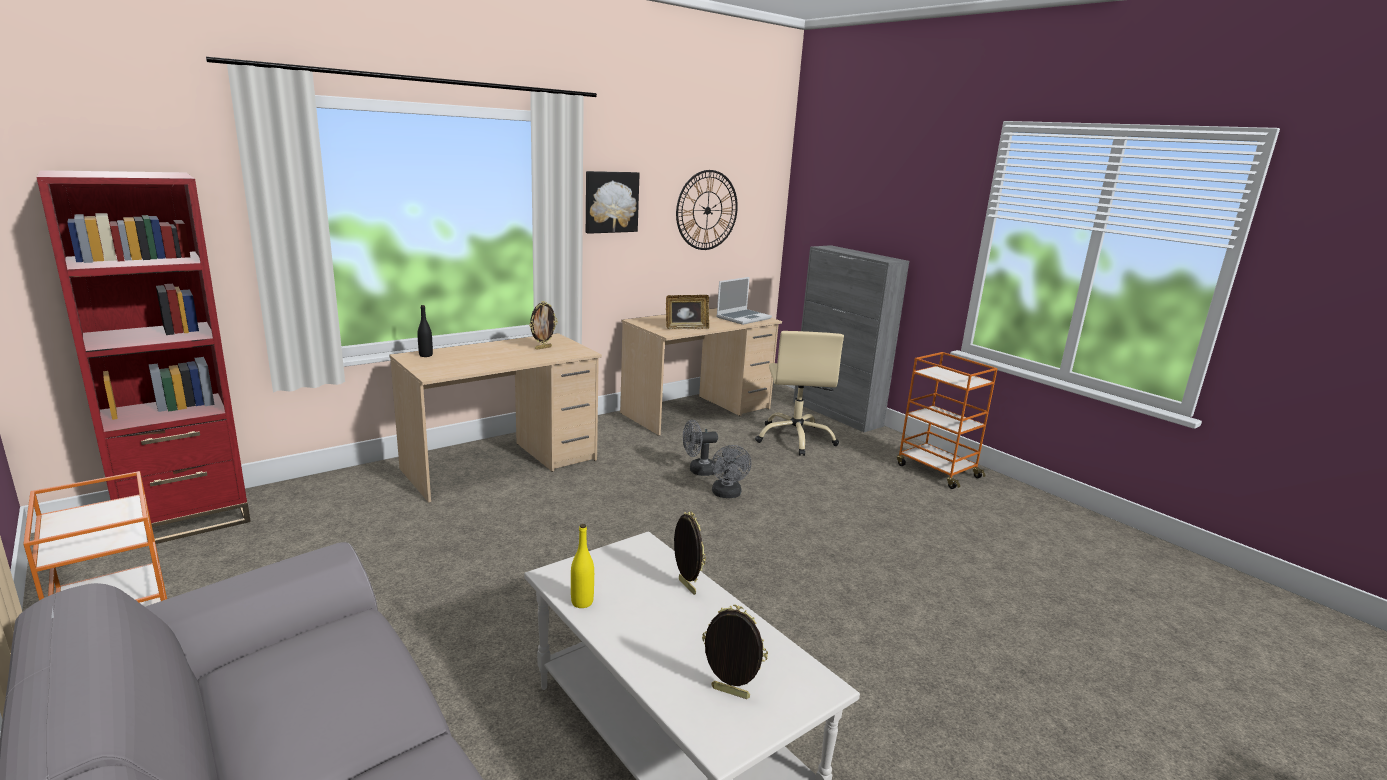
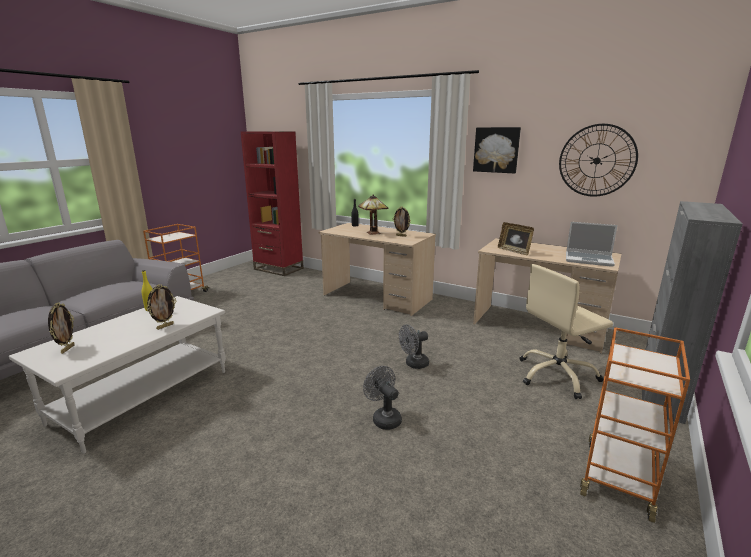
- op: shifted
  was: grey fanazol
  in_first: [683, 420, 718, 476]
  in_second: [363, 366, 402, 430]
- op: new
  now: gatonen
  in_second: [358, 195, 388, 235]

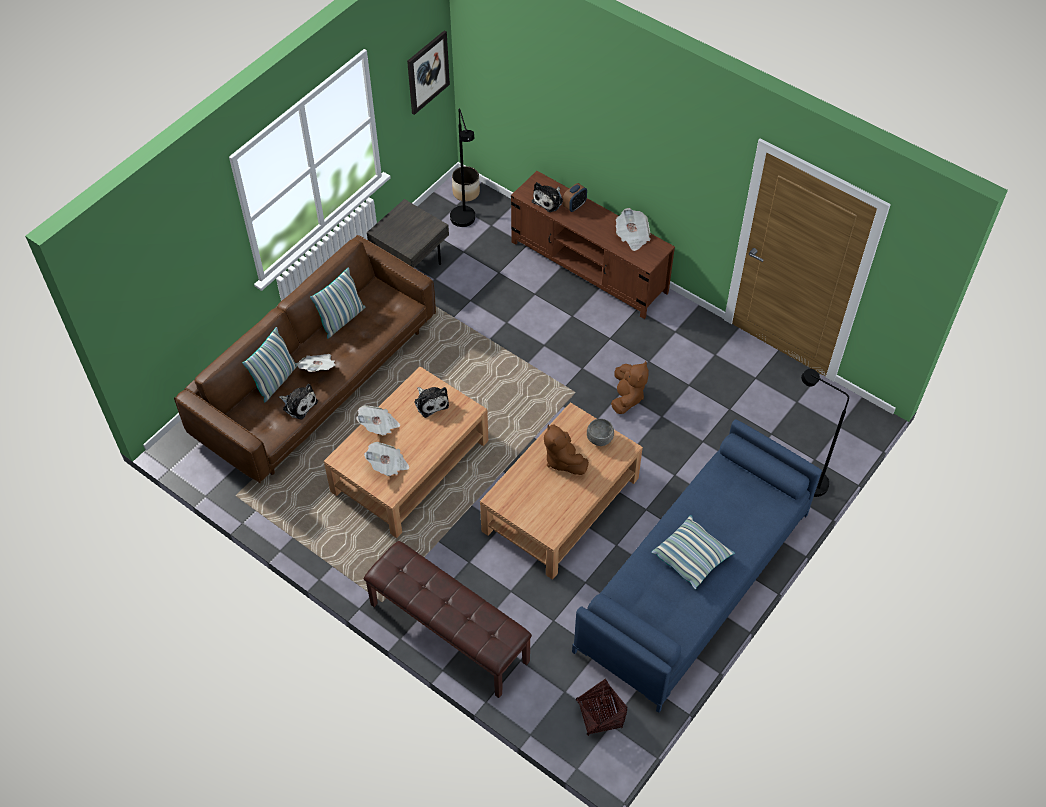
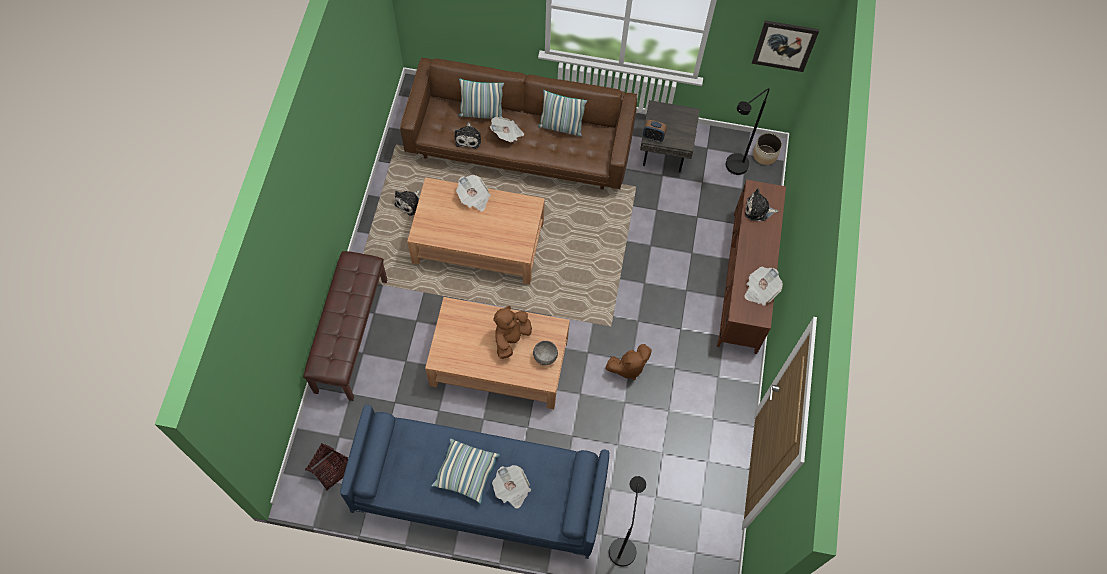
- op: shifted
  was: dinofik
  in_first: [364, 442, 409, 476]
  in_second: [492, 465, 531, 509]
- op: shifted
  was: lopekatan
  in_first: [415, 387, 449, 418]
  in_second: [395, 189, 420, 216]
- op: shifted
  was: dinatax
  in_first: [563, 183, 587, 212]
  in_second: [643, 120, 667, 142]

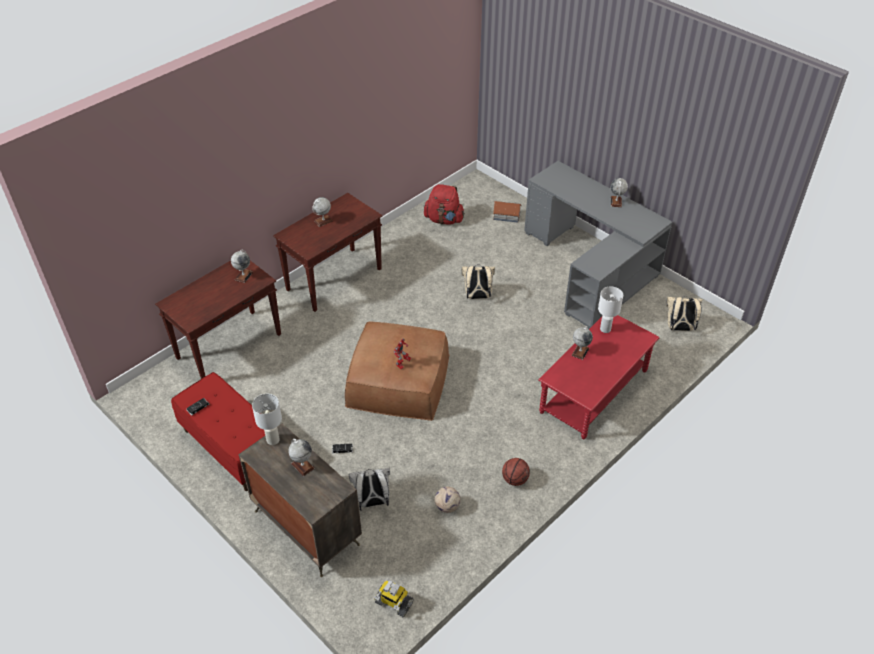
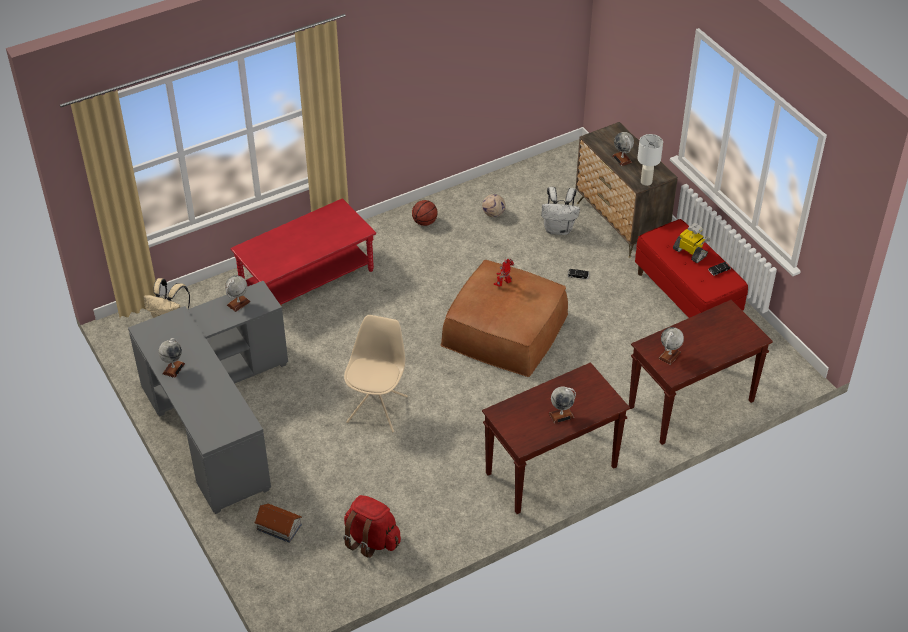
- op: shifted
  was: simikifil
  in_first: [374, 580, 414, 617]
  in_second: [673, 223, 710, 263]
- op: swapped
  was: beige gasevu
  now: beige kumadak
  in_first: [461, 264, 495, 299]
  in_second: [344, 315, 408, 432]
- op: shifted
  was: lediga
  in_first: [571, 326, 593, 360]
  in_second: [225, 275, 251, 312]
- op: gone
  was: white gatonen
  in_first: [598, 286, 623, 333]

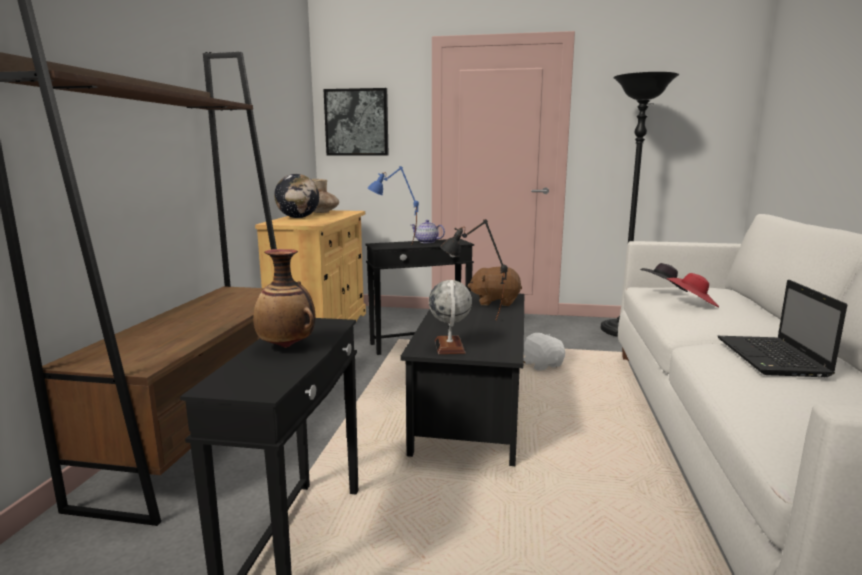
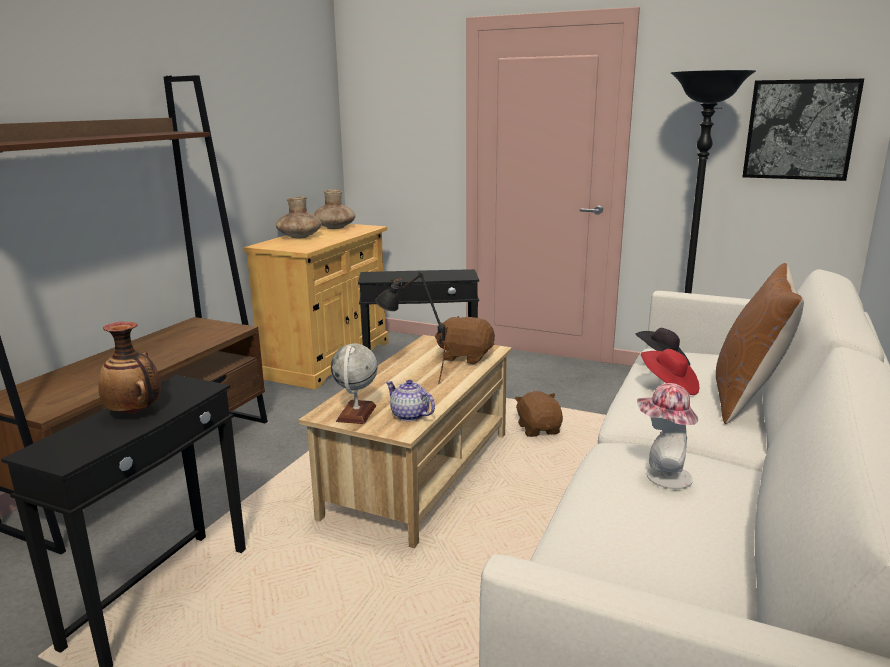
- op: swapped
  was: lediga
  now: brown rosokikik
  in_first: [274, 174, 319, 218]
  in_second: [276, 197, 321, 238]
- op: shifted
  was: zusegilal
  in_first: [323, 88, 389, 156]
  in_second: [742, 79, 864, 181]
- op: gone
  was: blue gatonen
  in_first: [368, 166, 419, 245]
- op: repainted
  was: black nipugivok
  now: beige nipugivok
  in_first: [400, 291, 524, 466]
  in_second: [299, 335, 512, 548]
- op: shifted
  was: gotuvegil
  in_first: [411, 220, 445, 243]
  in_second: [386, 380, 435, 421]
- op: repainted
  was: white lopekatan
  now: brown lopekatan
  in_first: [523, 333, 565, 371]
  in_second: [514, 391, 563, 437]
- op: swapped
  was: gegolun
  now: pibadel
  in_first: [717, 280, 847, 377]
  in_second: [637, 383, 698, 489]
- op: new
  now: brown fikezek
  in_second: [716, 263, 804, 424]

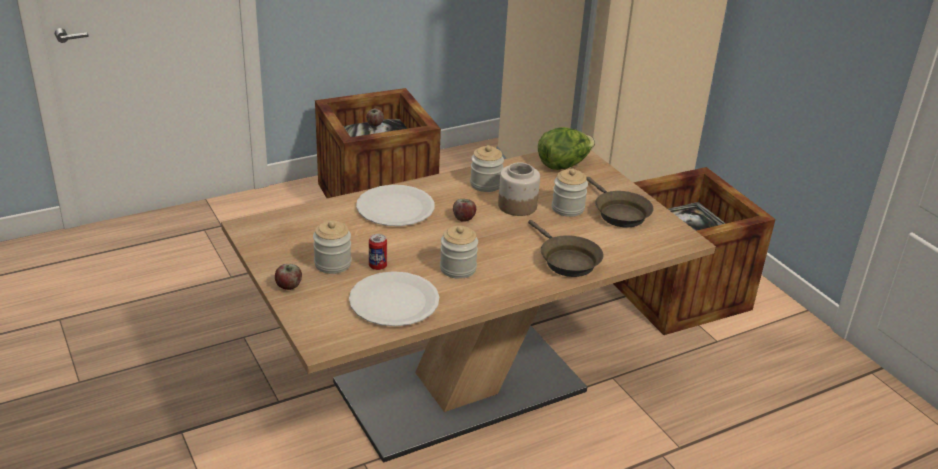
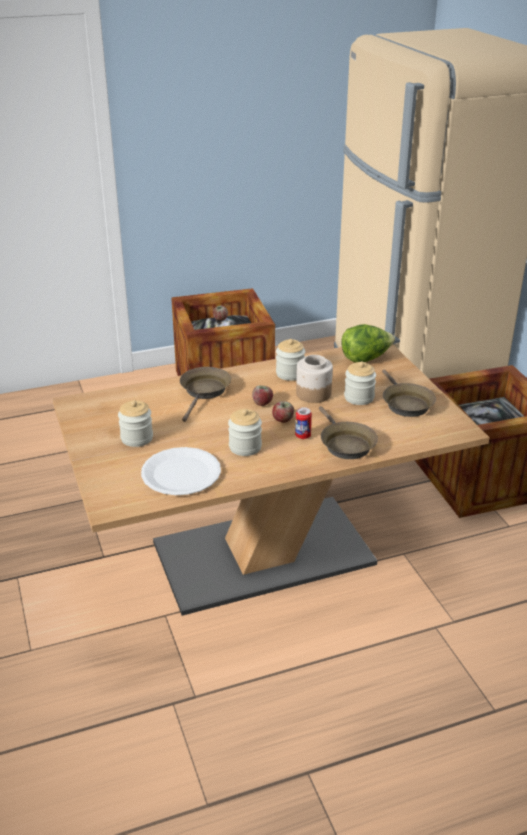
- op: shifted
  was: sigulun
  in_first: [275, 264, 302, 290]
  in_second: [272, 401, 294, 423]
- op: swapped
  was: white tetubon
  now: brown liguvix
  in_first: [356, 185, 434, 226]
  in_second: [180, 367, 231, 422]
- op: shifted
  was: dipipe
  in_first: [369, 234, 387, 270]
  in_second: [295, 407, 312, 439]

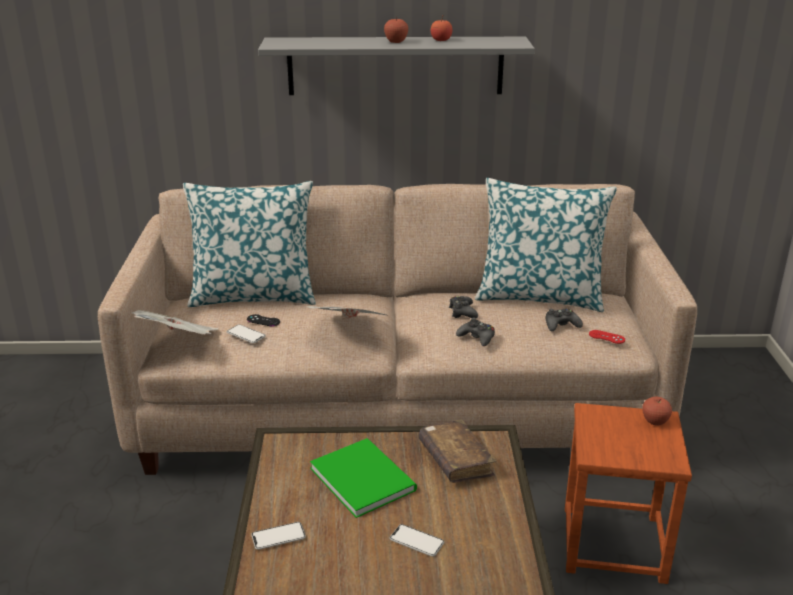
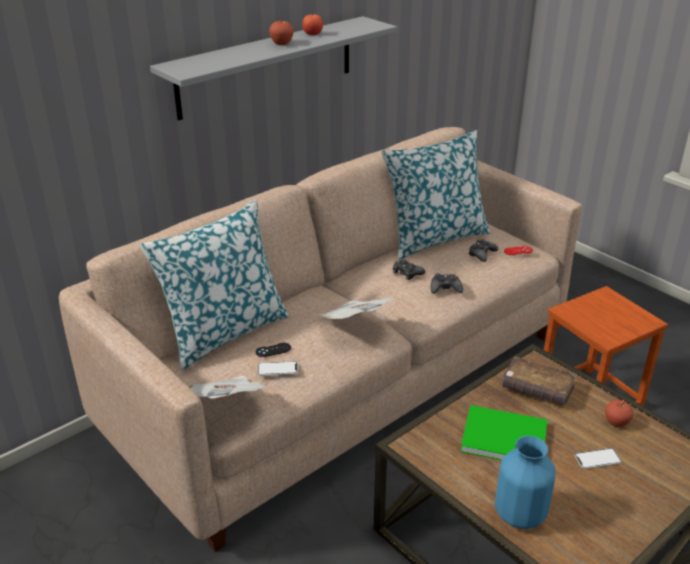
- op: swapped
  was: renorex
  now: blue rosokikik
  in_first: [251, 522, 306, 550]
  in_second: [495, 435, 556, 529]
- op: shifted
  was: sigulun
  in_first: [642, 397, 672, 426]
  in_second: [605, 400, 633, 427]

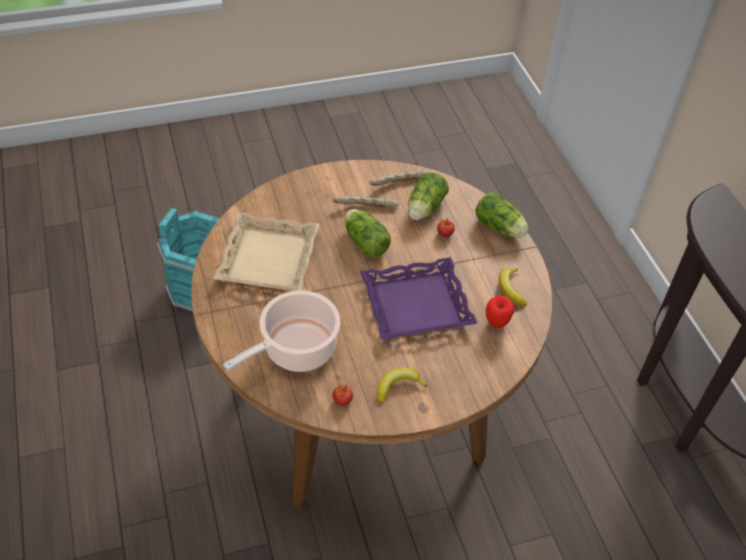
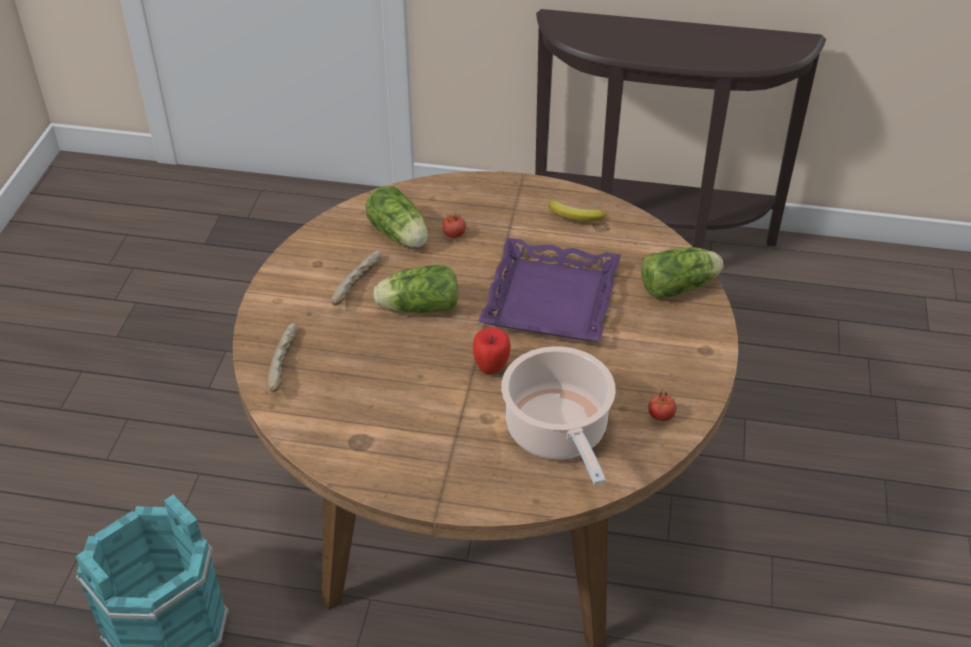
- op: gone
  was: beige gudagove
  in_first: [213, 212, 320, 291]
- op: shifted
  was: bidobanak
  in_first: [371, 170, 429, 186]
  in_second: [268, 323, 298, 392]
- op: gone
  was: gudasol
  in_first: [377, 367, 428, 404]
- op: shifted
  was: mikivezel
  in_first: [475, 192, 529, 238]
  in_second: [641, 247, 723, 298]
- op: shifted
  was: sigulun
  in_first: [486, 296, 514, 328]
  in_second: [473, 327, 511, 374]

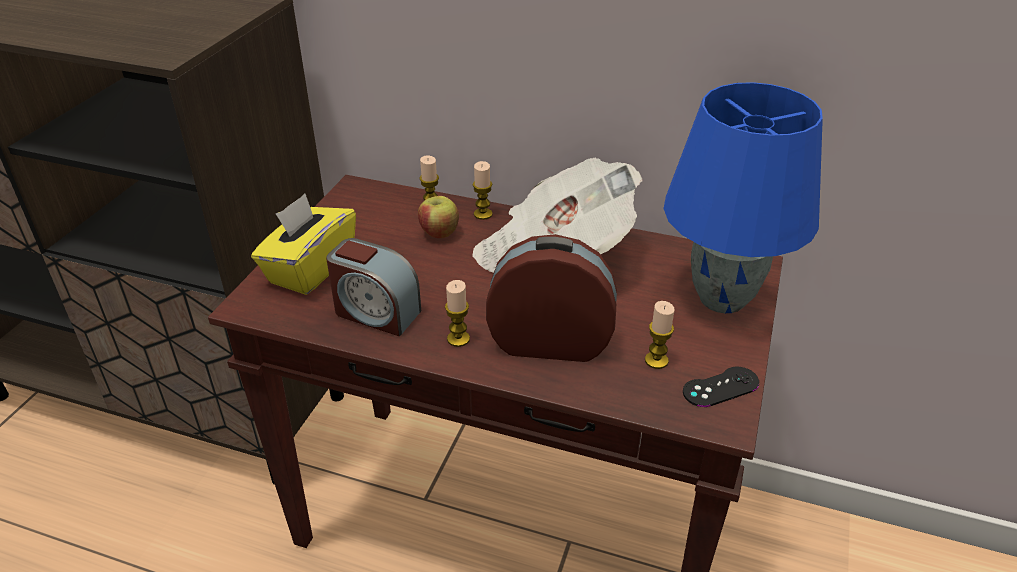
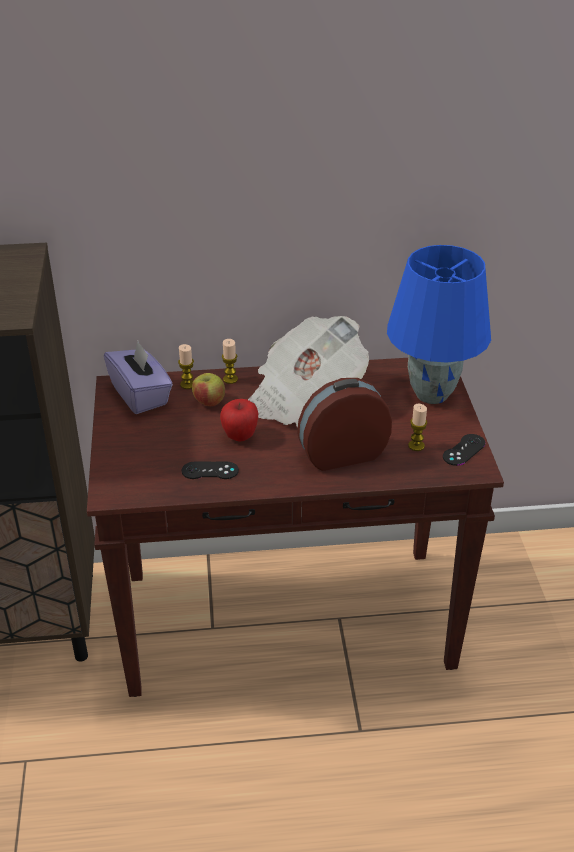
- op: gone
  was: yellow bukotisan
  in_first: [251, 194, 356, 295]
- op: swapped
  was: dinatax
  now: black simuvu
  in_first: [326, 238, 421, 336]
  in_second: [182, 462, 239, 479]
- op: gone
  was: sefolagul
  in_first: [445, 280, 470, 347]
- op: new
  now: purple bukotisan
  in_second: [104, 341, 173, 414]
- op: new
  now: sigulun
  in_second: [220, 399, 258, 441]

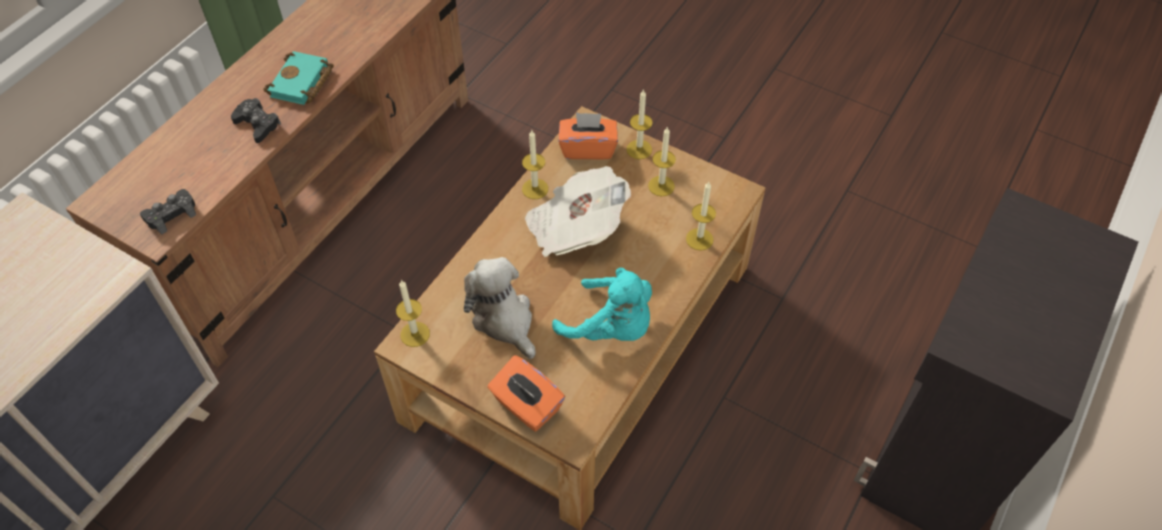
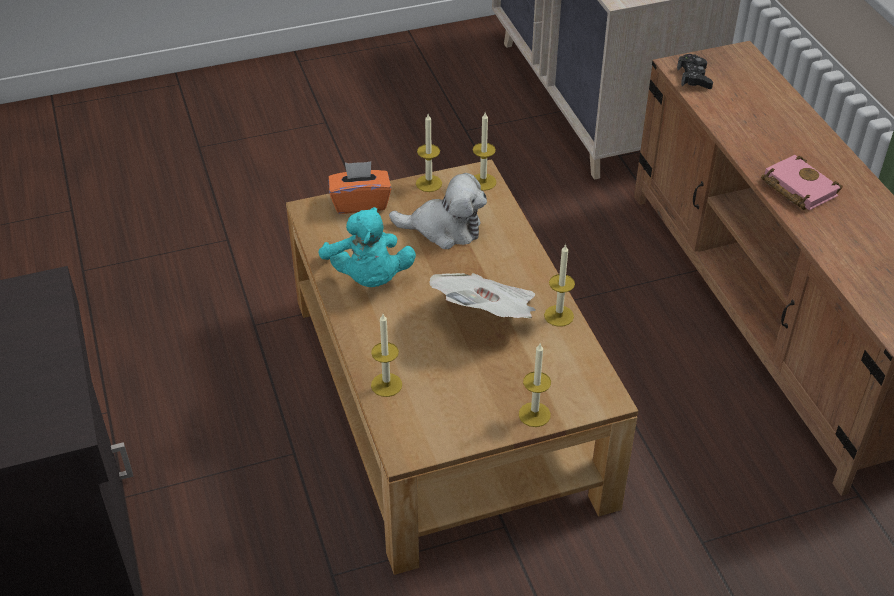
- op: gone
  was: black simuvu
  in_first: [231, 98, 281, 143]
- op: repainted
  was: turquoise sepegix
  now: pink sepegix
  in_first: [263, 51, 334, 105]
  in_second: [761, 155, 843, 210]
- op: rotated
  was: turquoise lopekatan
  in_first: [552, 268, 652, 341]
  in_second: [318, 207, 416, 287]
  clockwise: -90
- op: gone
  was: orange bukotisan
  in_first: [558, 112, 618, 160]
- op: shifted
  was: sefolagul
  in_first: [648, 127, 676, 197]
  in_second: [416, 114, 442, 192]

